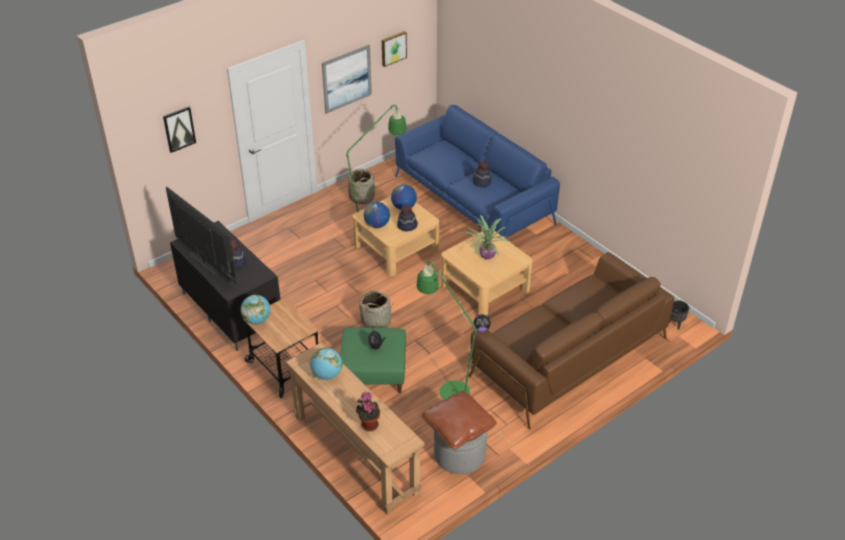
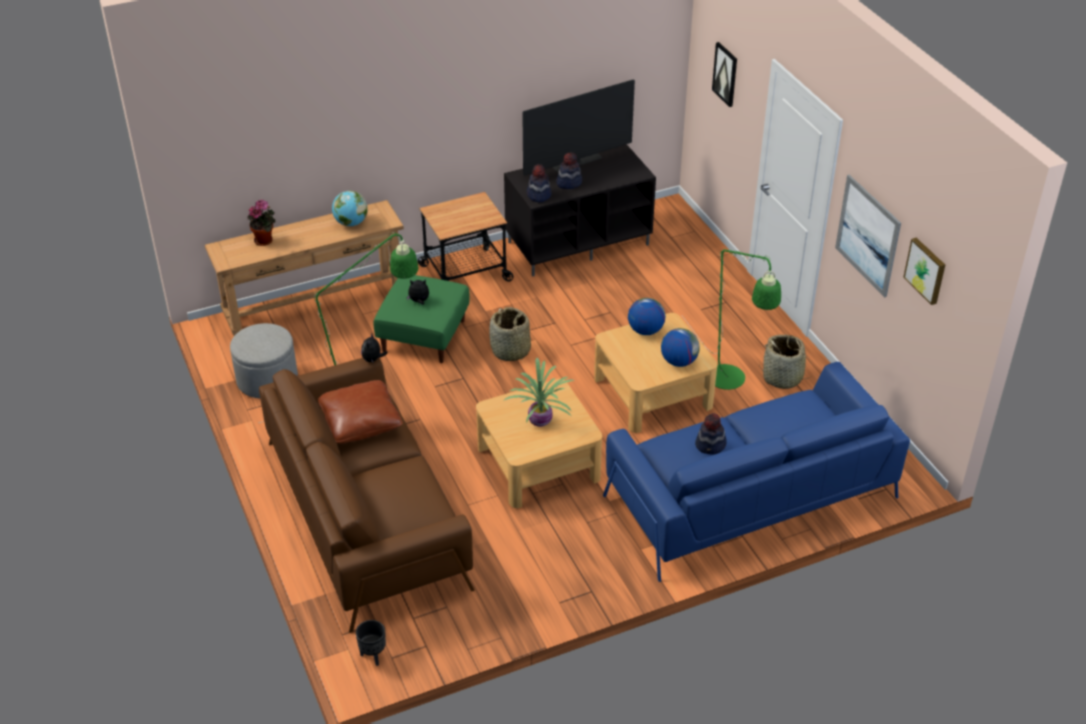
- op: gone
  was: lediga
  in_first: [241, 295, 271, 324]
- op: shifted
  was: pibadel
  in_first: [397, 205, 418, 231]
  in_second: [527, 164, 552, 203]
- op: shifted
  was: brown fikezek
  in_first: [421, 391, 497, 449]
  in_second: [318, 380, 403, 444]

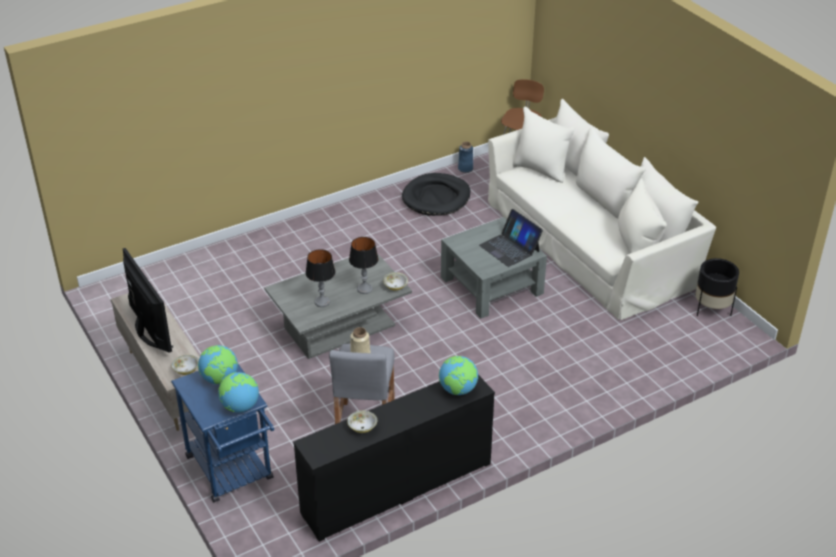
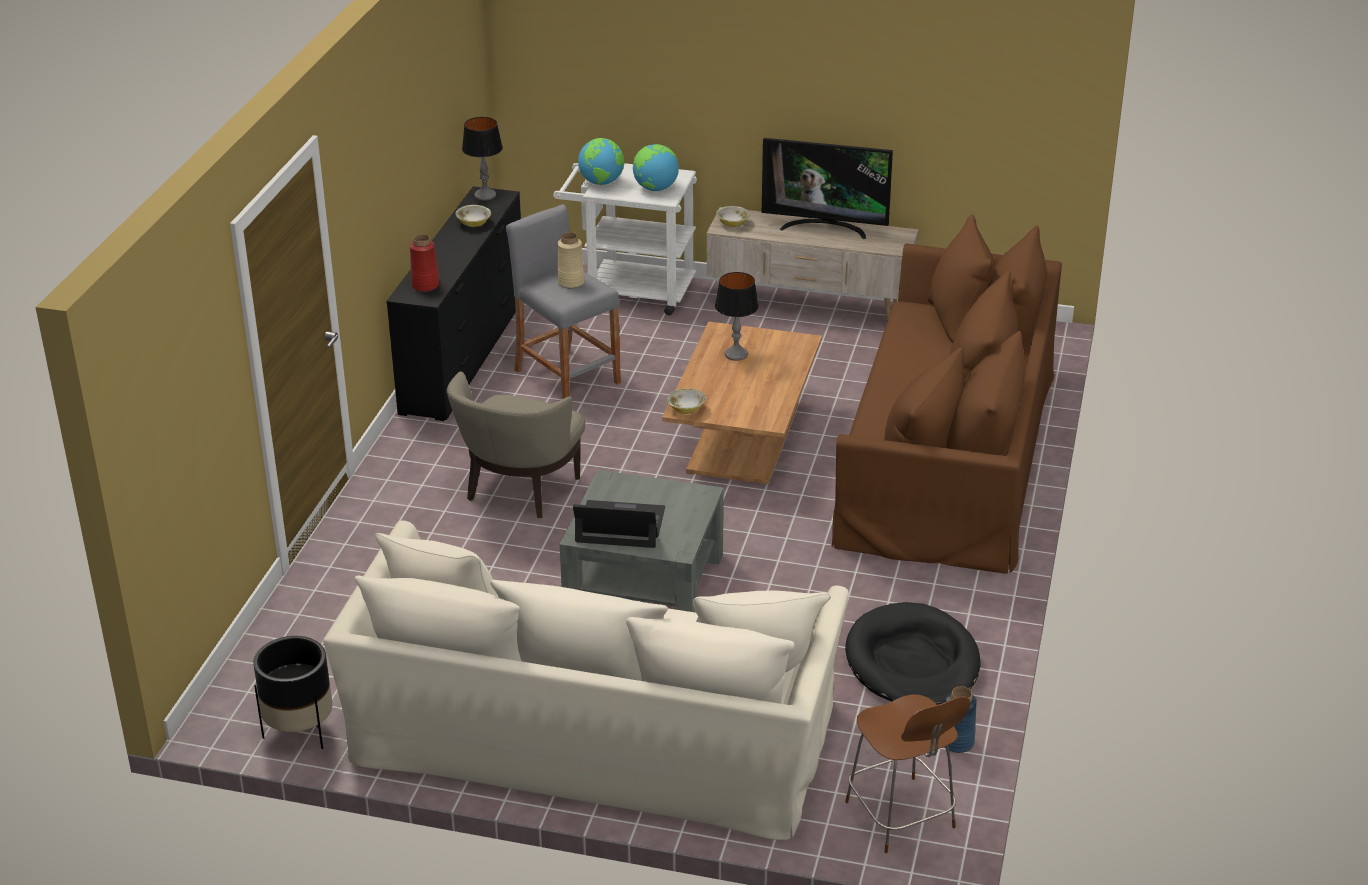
- op: repainted
  was: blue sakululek
  now: white sakululek
  in_first: [171, 364, 274, 502]
  in_second: [553, 163, 697, 315]
- op: repainted
  was: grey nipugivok
  now: brown nipugivok
  in_first: [264, 253, 412, 359]
  in_second: [662, 322, 822, 484]
- op: shifted
  was: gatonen
  in_first: [349, 237, 379, 294]
  in_second: [462, 117, 503, 201]
- op: swapped
  was: lediga
  now: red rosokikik
  in_first: [439, 356, 478, 395]
  in_second: [410, 234, 439, 292]
- op: new
  now: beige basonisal
  in_second: [447, 371, 585, 518]
- op: new
  now: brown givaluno
  in_second: [832, 214, 1062, 574]

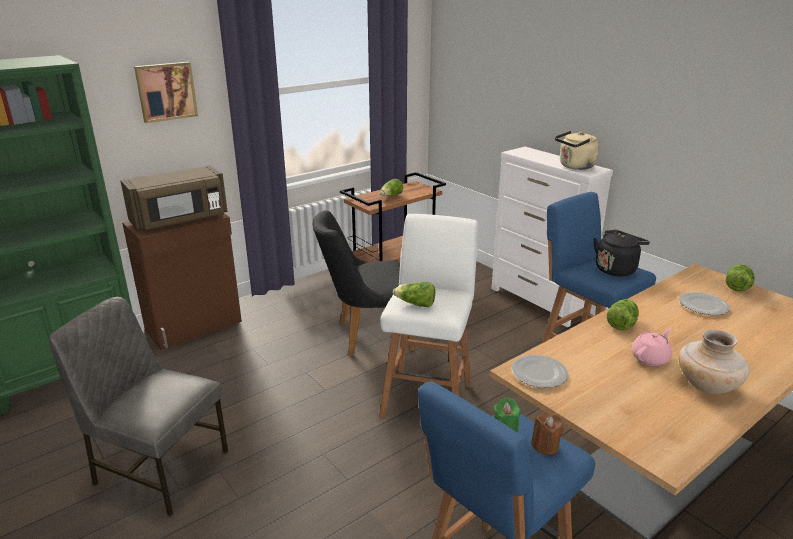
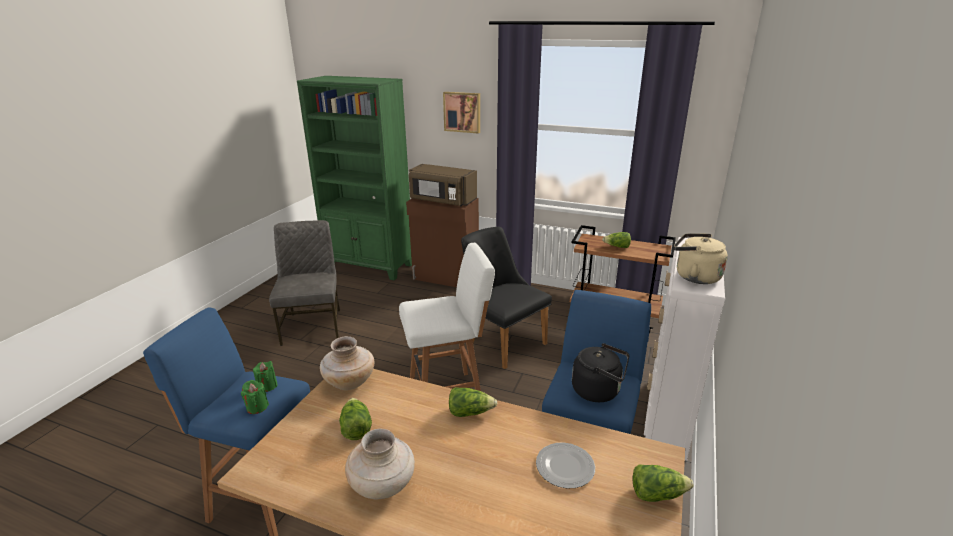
- op: shifted
  was: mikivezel
  in_first: [393, 282, 435, 307]
  in_second: [339, 398, 372, 440]
- op: swapped
  was: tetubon
  now: beige rosokikik
  in_first: [511, 355, 568, 388]
  in_second: [320, 336, 374, 390]
- op: repainted
  was: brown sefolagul
  now: green sefolagul
  in_first: [531, 412, 564, 455]
  in_second: [241, 380, 269, 414]
- op: gone
  was: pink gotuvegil
  in_first: [631, 328, 672, 366]

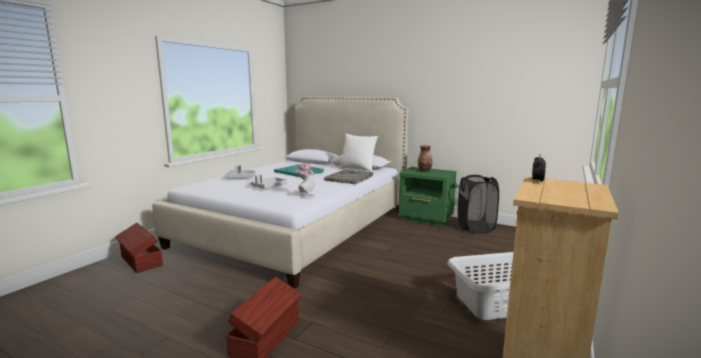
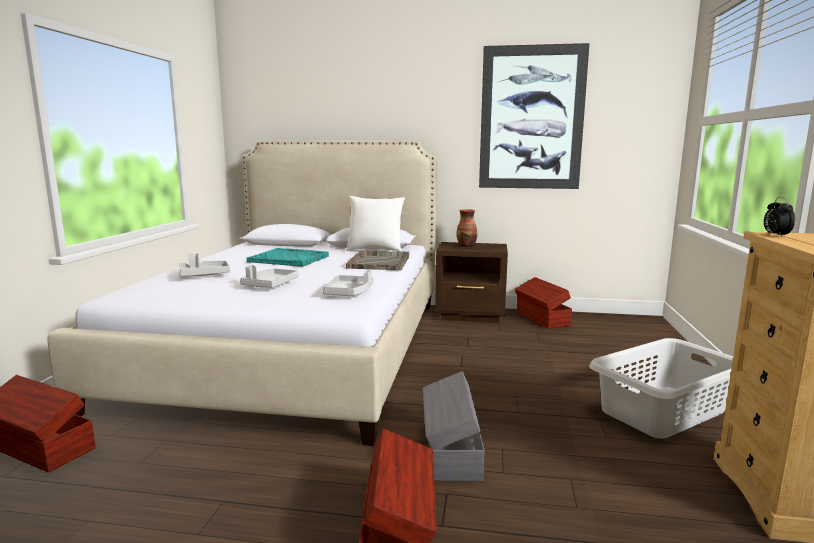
- op: swapped
  was: pibadel
  now: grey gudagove
  in_first: [295, 163, 315, 198]
  in_second: [323, 270, 374, 296]
- op: repainted
  was: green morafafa
  now: brown morafafa
  in_first: [398, 167, 456, 227]
  in_second: [435, 242, 508, 323]
- op: swapped
  was: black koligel
  now: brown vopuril
  in_first: [458, 175, 499, 233]
  in_second: [515, 277, 572, 329]
- op: new
  now: grey vopuril
  in_second: [423, 371, 485, 481]
- op: new
  now: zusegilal
  in_second: [479, 43, 590, 189]

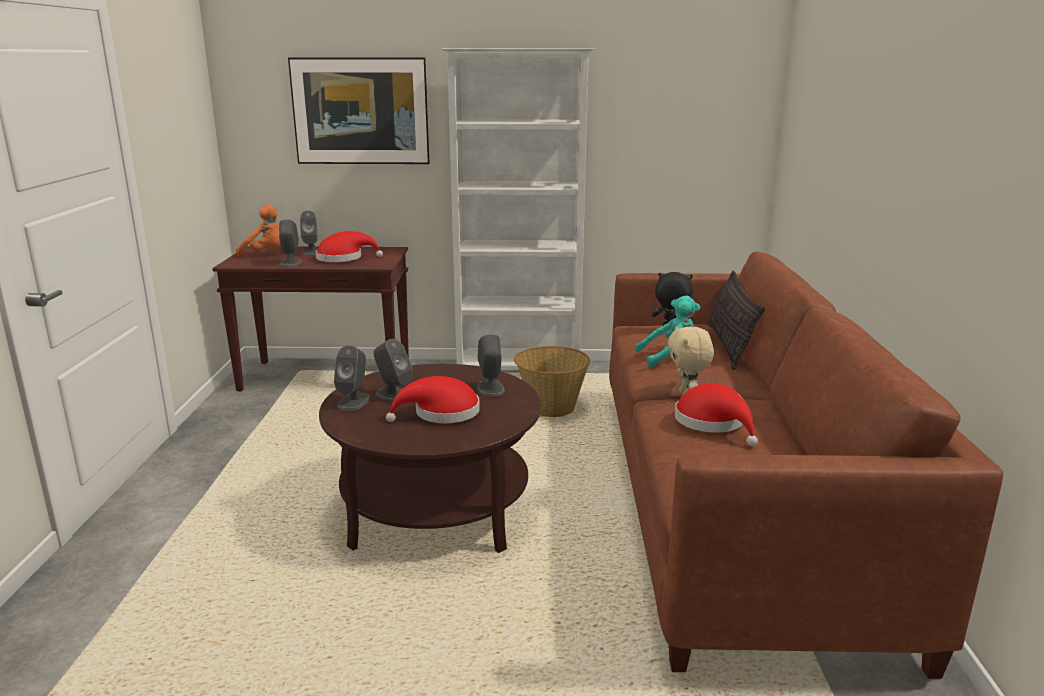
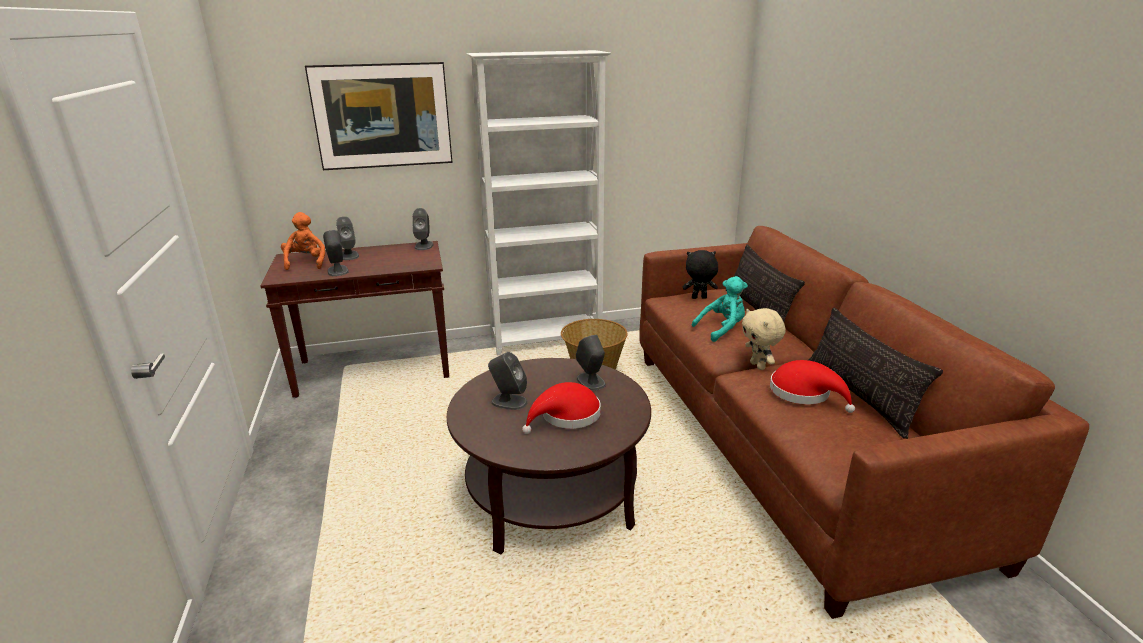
- op: rotated
  was: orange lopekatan
  in_first: [236, 204, 281, 257]
  in_second: [281, 212, 325, 270]
  clockwise: -105
- op: gone
  was: red pibadel
  in_first: [316, 231, 383, 262]
- op: shifted
  was: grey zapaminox
  in_first: [334, 345, 370, 411]
  in_second: [412, 208, 434, 250]
- op: new
  now: fikezek
  in_second: [808, 308, 943, 439]

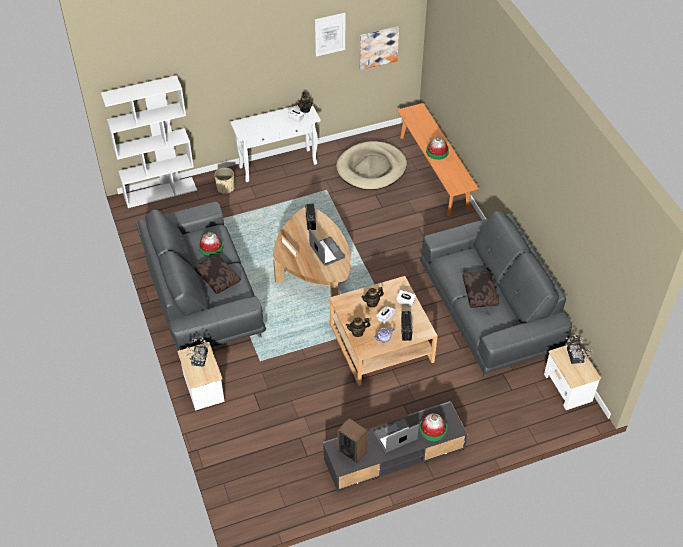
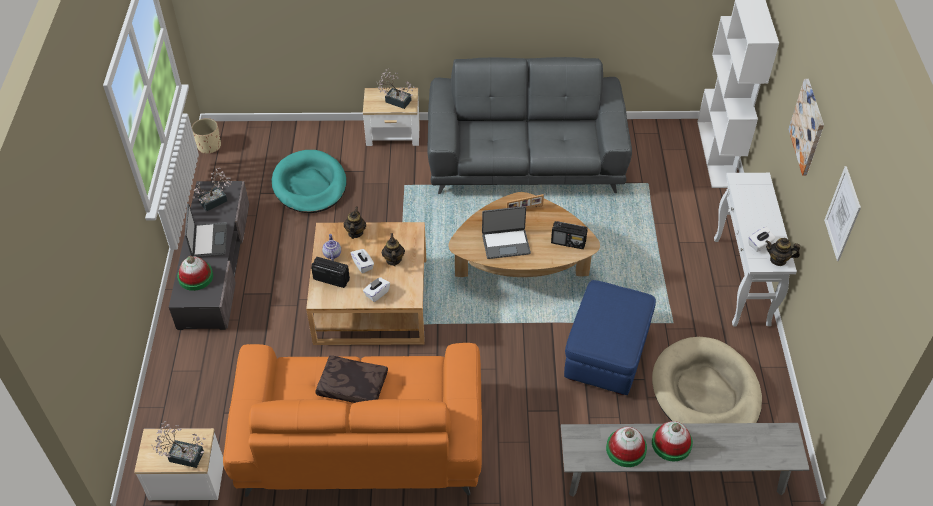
- op: gone
  was: brown fikezek
  in_first: [194, 254, 241, 294]
- op: shifted
  was: pibadel
  in_first: [199, 232, 223, 256]
  in_second: [606, 427, 647, 467]
- op: shifted
  was: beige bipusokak
  in_first: [215, 167, 235, 194]
  in_second: [192, 118, 221, 154]
- op: swapped
  was: zapaminox
  now: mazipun
  in_first: [338, 418, 368, 464]
  in_second: [193, 168, 232, 212]
- op: shifted
  was: zusegilal
  in_first: [359, 26, 399, 70]
  in_second: [788, 79, 824, 176]
- op: repainted
  was: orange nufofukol
  now: grey nufofukol
  in_first: [397, 103, 479, 216]
  in_second: [561, 423, 810, 497]
- op: repainted
  was: grey givaluno
  now: orange givaluno
  in_first: [420, 211, 572, 378]
  in_second: [223, 343, 482, 497]
- op: new
  now: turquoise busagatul
  in_second: [272, 150, 347, 213]
- op: new
  now: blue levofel
  in_second: [564, 280, 656, 395]

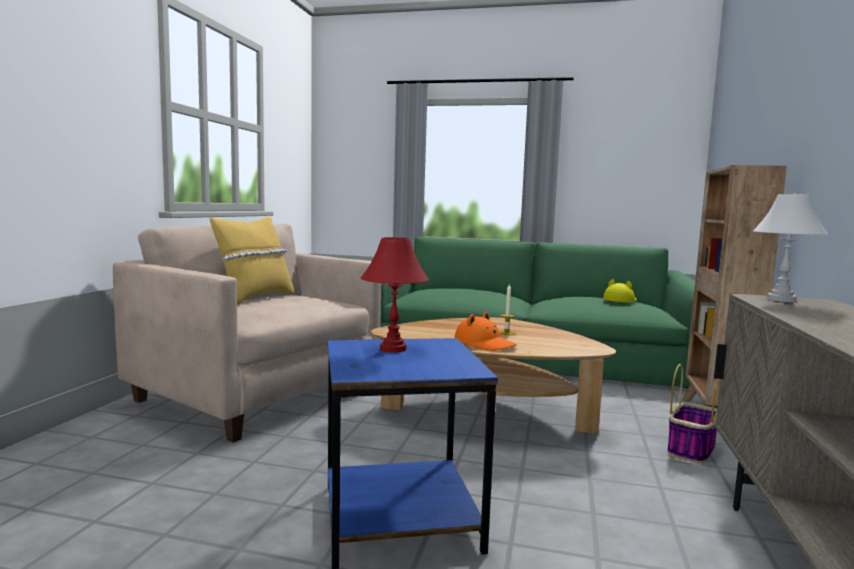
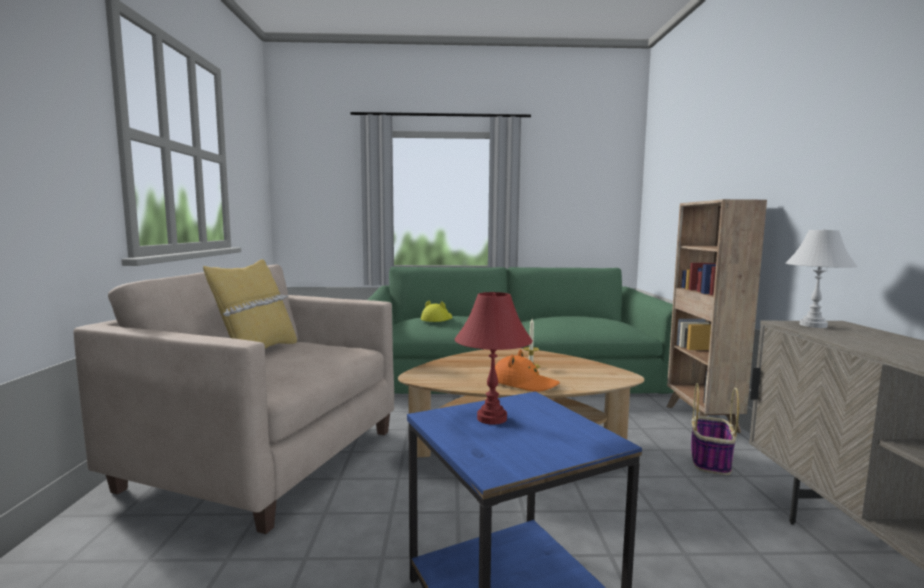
- op: shifted
  was: yellow pibadel
  in_first: [603, 279, 637, 302]
  in_second: [421, 301, 452, 322]

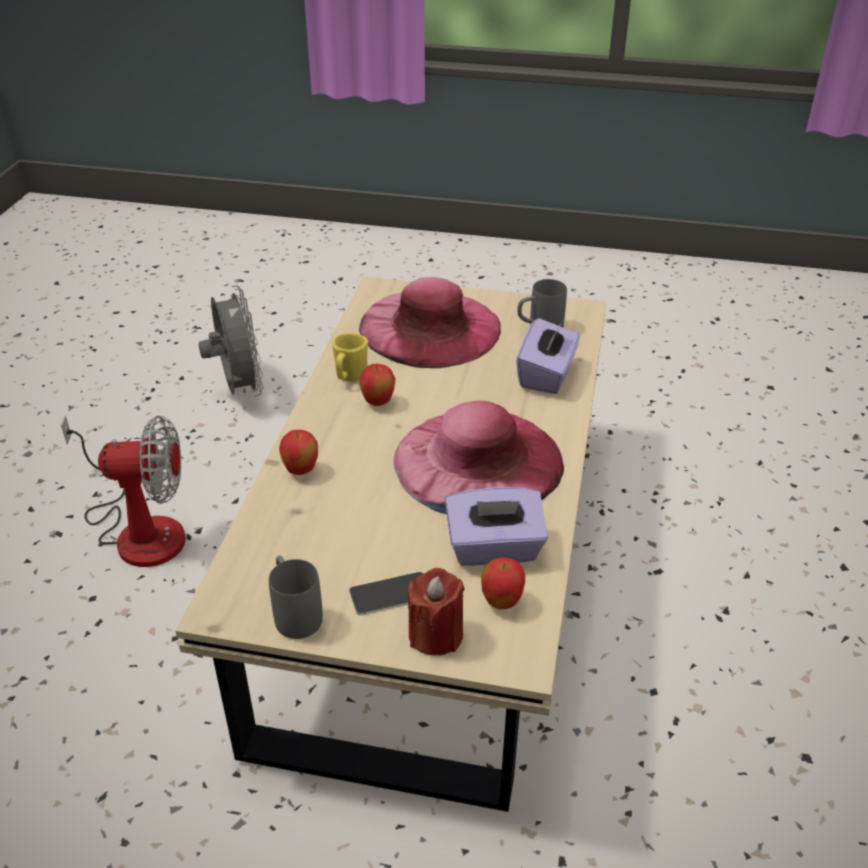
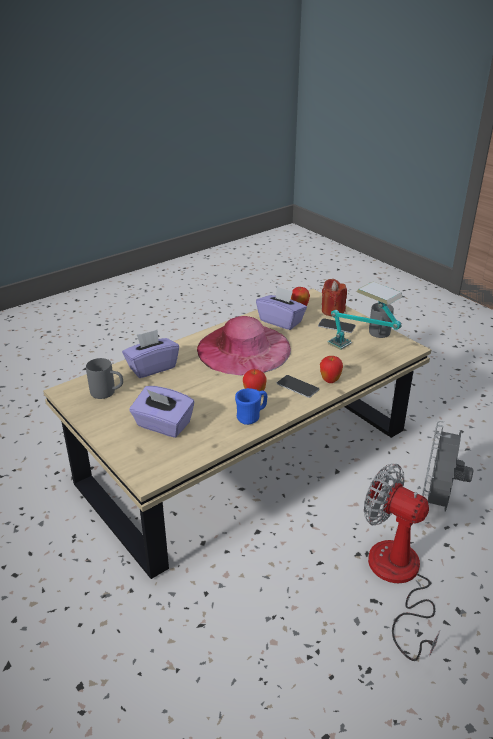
- op: shifted
  was: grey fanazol
  in_first: [198, 285, 264, 397]
  in_second: [422, 421, 473, 512]
- op: repainted
  was: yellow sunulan
  now: blue sunulan
  in_first: [332, 333, 368, 382]
  in_second: [235, 388, 267, 425]
- op: swapped
  was: pink pibadel
  now: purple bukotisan
  in_first: [359, 277, 501, 368]
  in_second: [129, 386, 194, 438]
- op: new
  now: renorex
  in_second: [277, 375, 319, 398]
- op: new
  now: gatonen
  in_second: [327, 282, 402, 350]

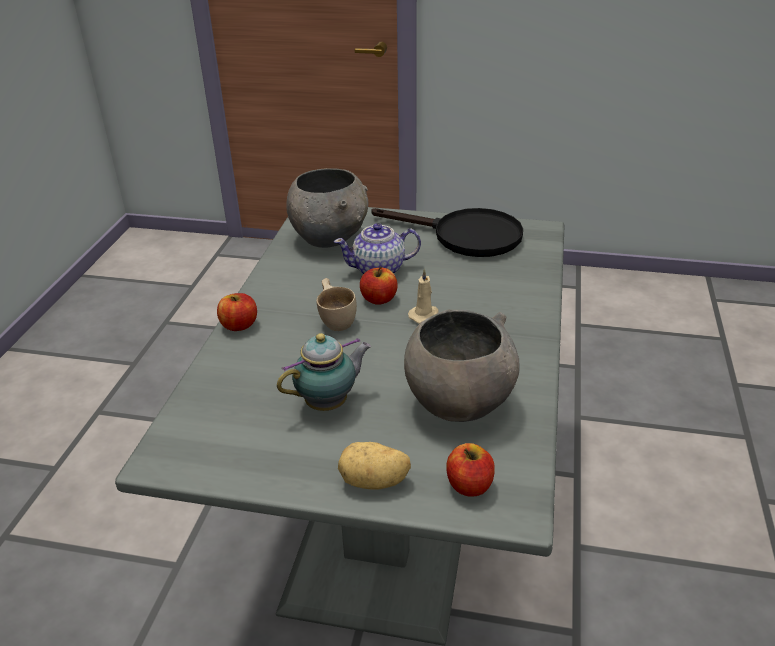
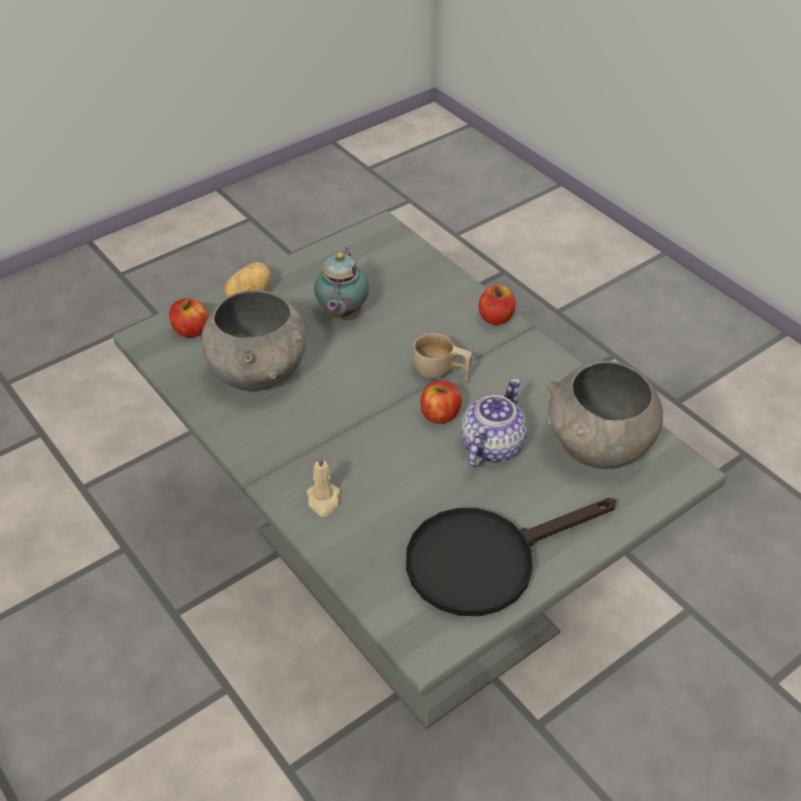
- op: shifted
  was: beige sefolagul
  in_first: [408, 268, 439, 324]
  in_second: [307, 456, 340, 517]

